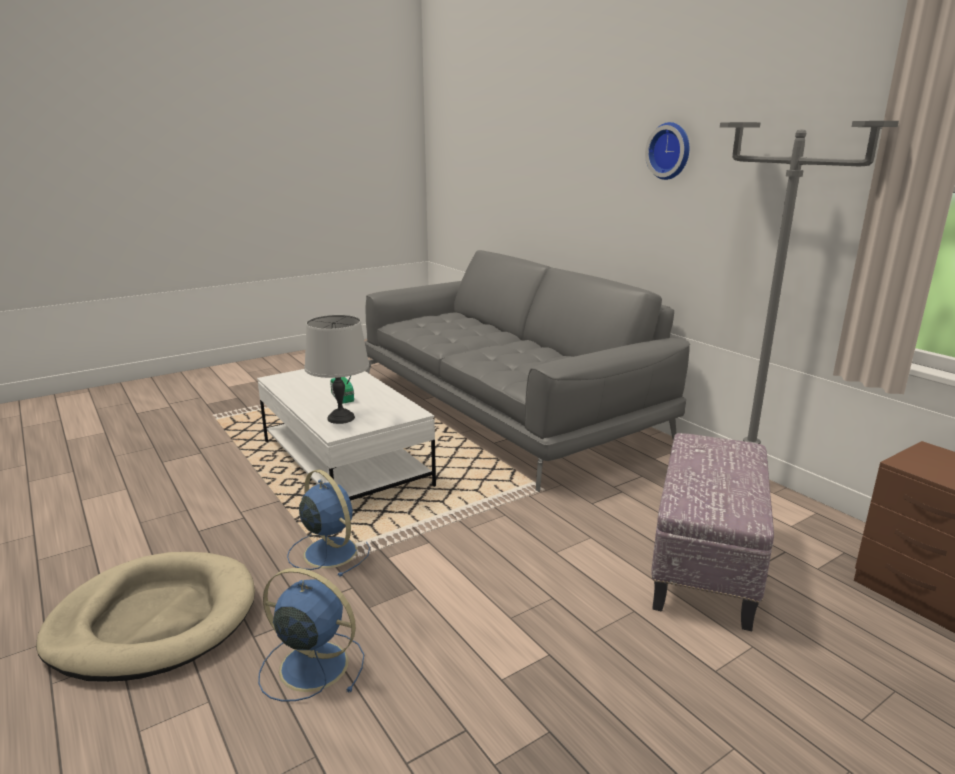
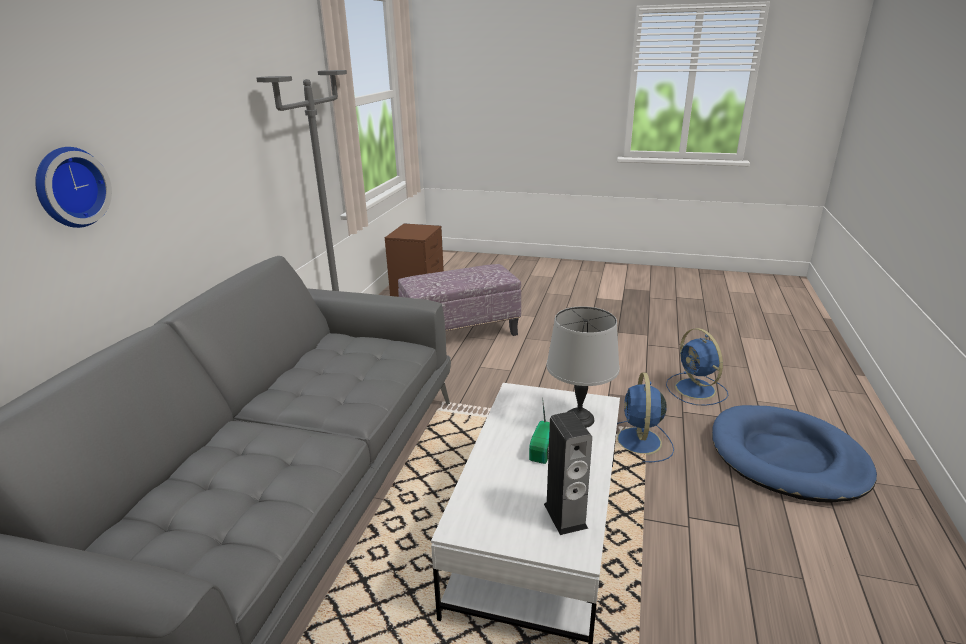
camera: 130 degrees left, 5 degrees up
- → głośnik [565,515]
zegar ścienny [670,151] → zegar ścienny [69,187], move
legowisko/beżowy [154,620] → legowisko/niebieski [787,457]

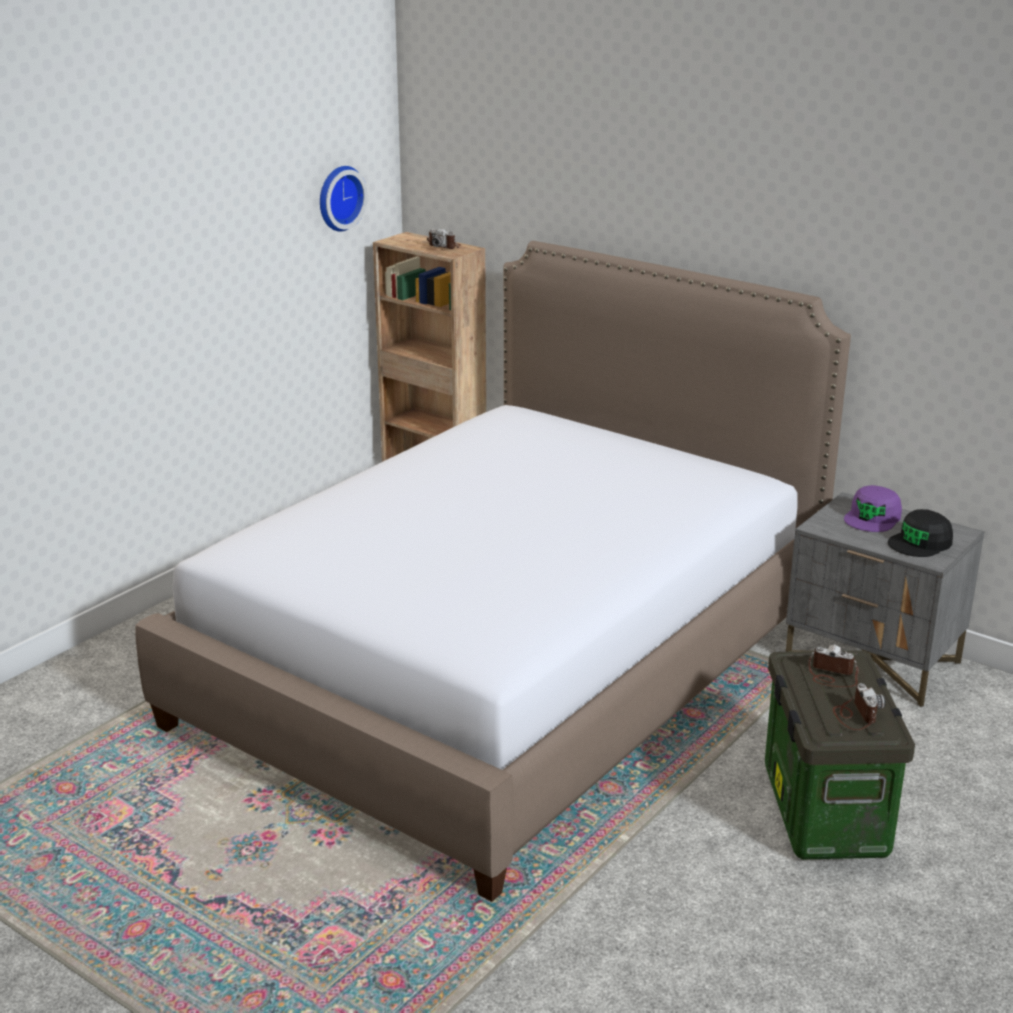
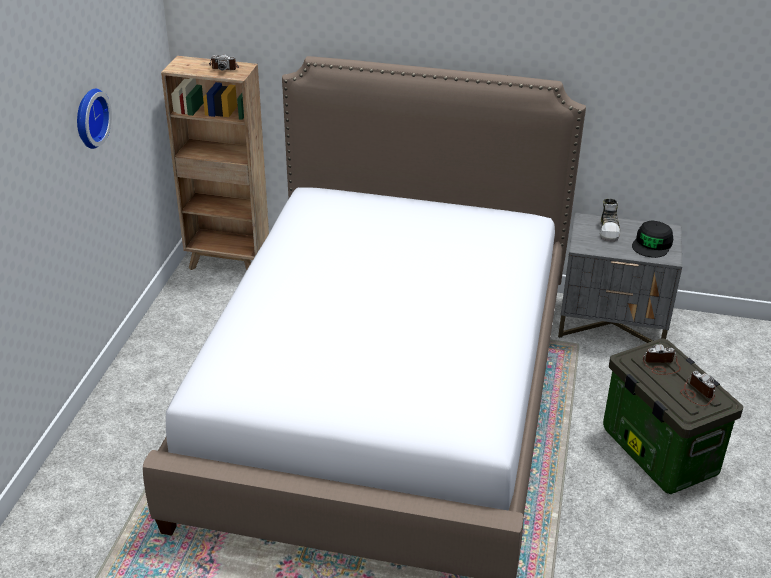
camera: 25 degrees left, 10 degrees up
zegar ścienny [338,197] → zegar ścienny [89,118], move
czapka z daszkiem/fioletowy [873,518] → but [609,230]

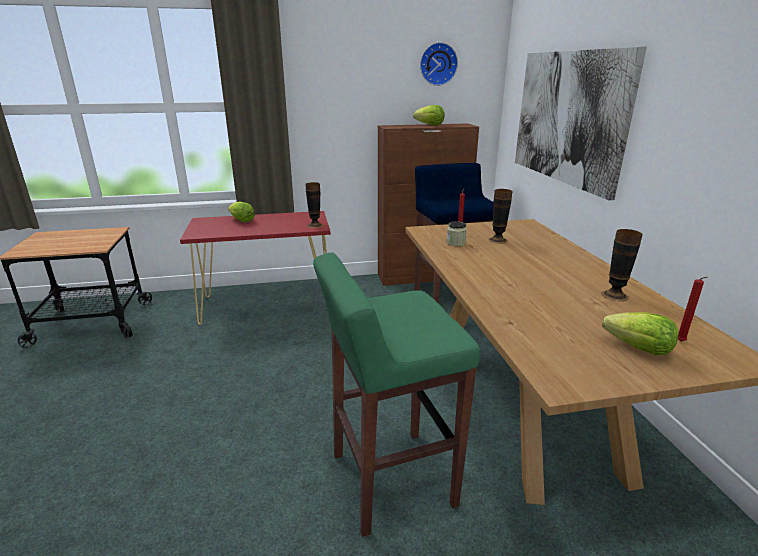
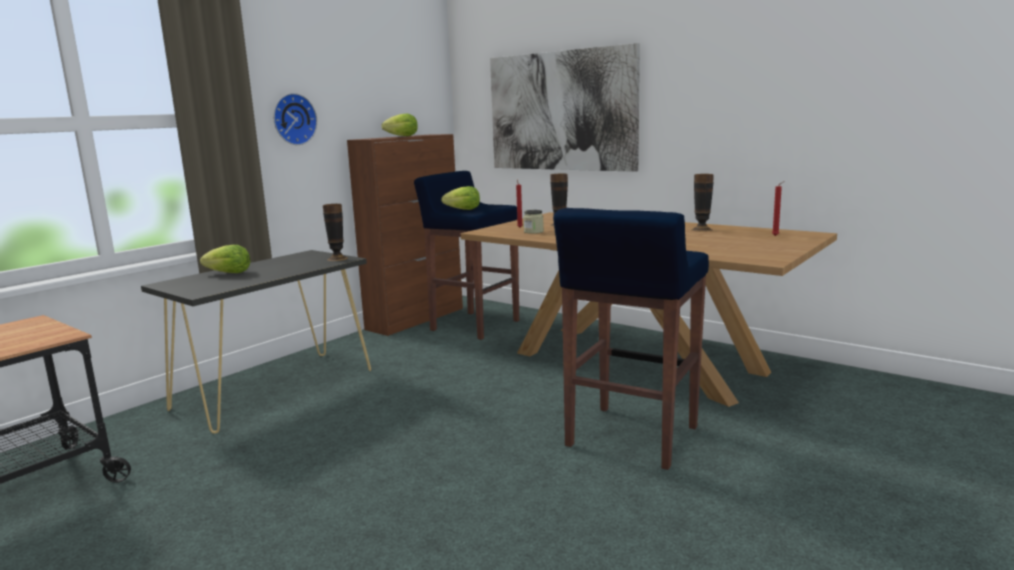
camera: 40 degrees left, 10 degrees down
zegar ścienny [438,64] → zegar ścienny [293,119], move
sałata [638,349] → sałata [463,210], move
stolik konsolowy/czerwony [268,304] → stolik konsolowy/czarny [276,389]
stołek/zielony [390,479] → stołek/niebieski [631,437]

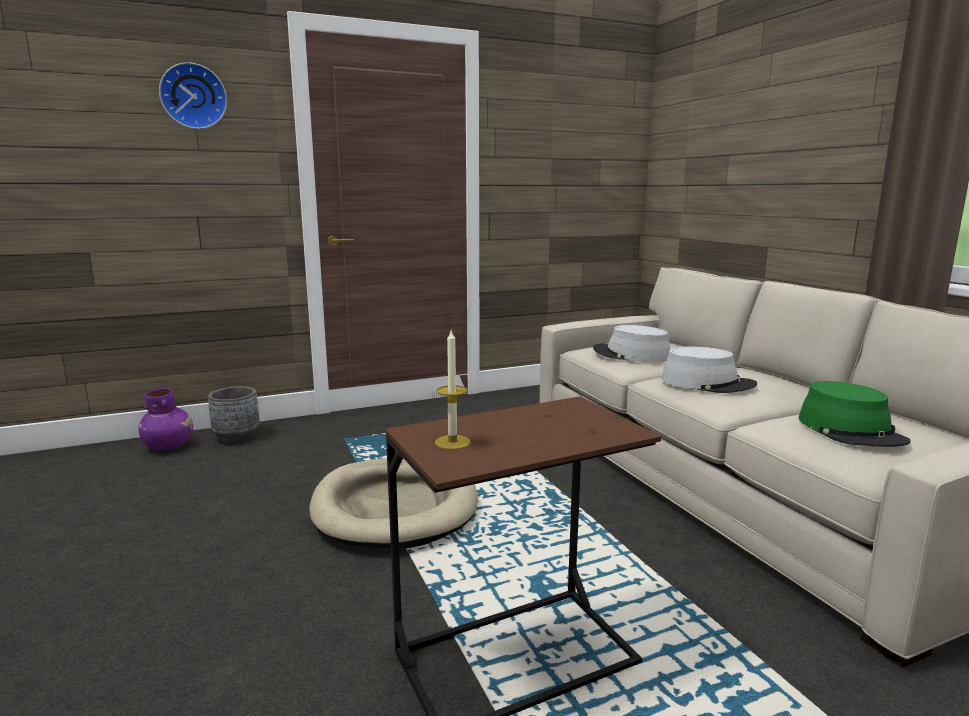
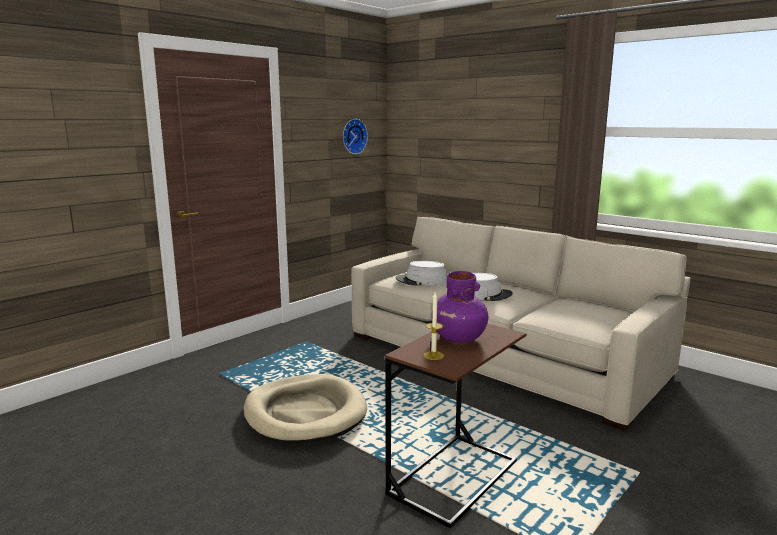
camera: 25 degrees left, 0 degrees up
donica/szary [237,437] → -
kapelusz/zielony [851,430] → -
wazon/fioletowy [169,446] → wazon/fioletowy [458,338], move
zegar ścienny [193,96] → zegar ścienny [353,136], move

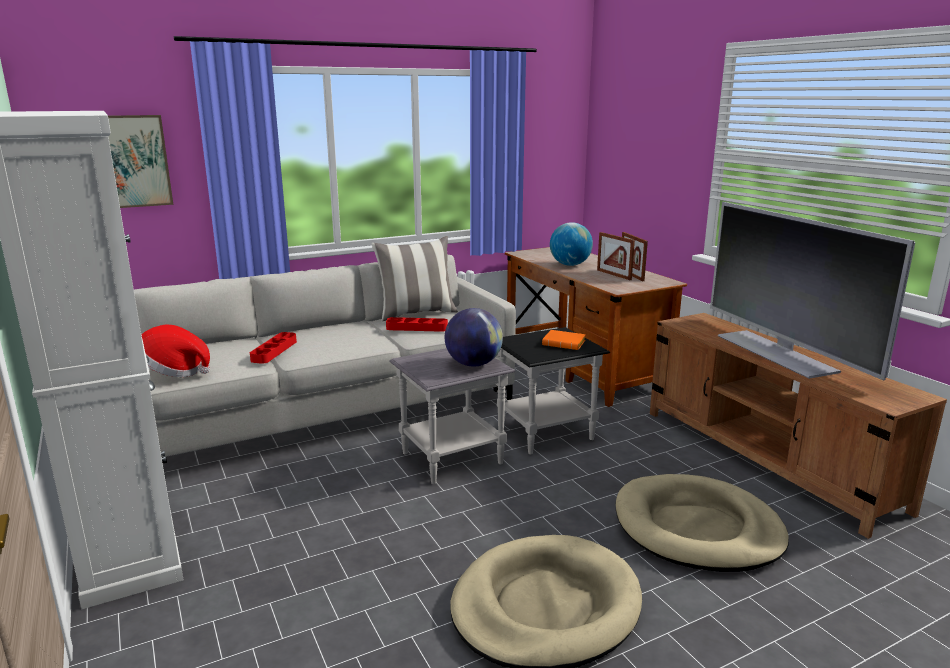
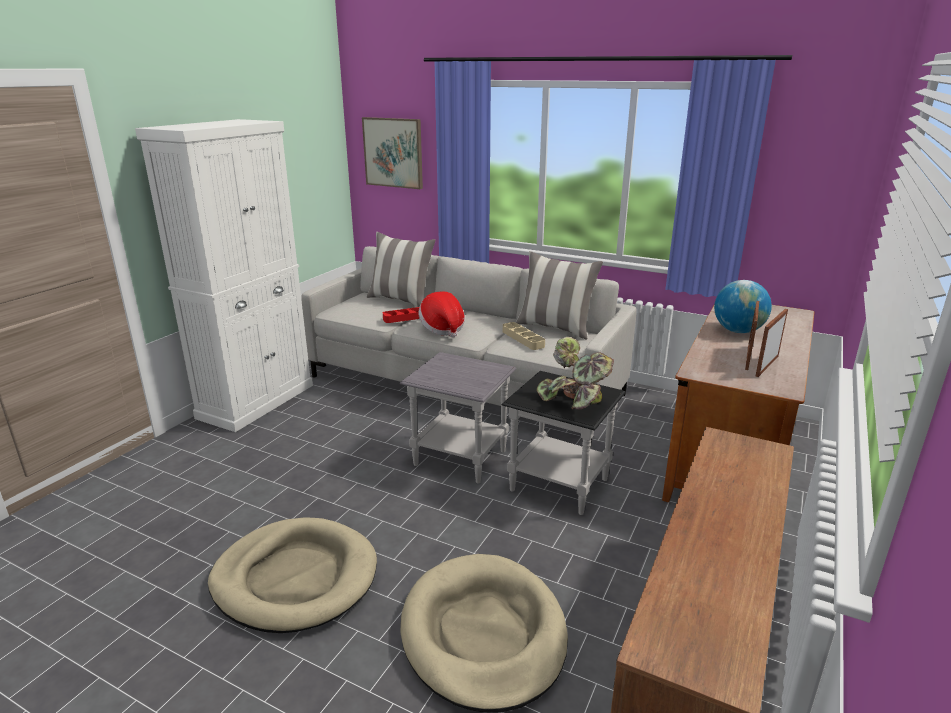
camera: 55 degrees right, 5 degrees up
globus [473,364] → -
telewizor [776,353] → -
- → poduszka [401,300]
kapelusz [173,372] → kapelusz [442,328], move
książka/pomarańczowy [565,344] → roślina doniczkowa [575,402]
taca/czerwony [417,328] → taca/beżowy [523,339]

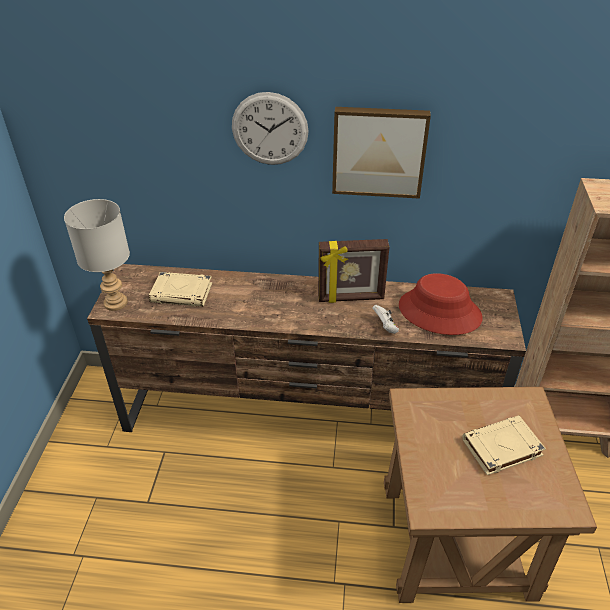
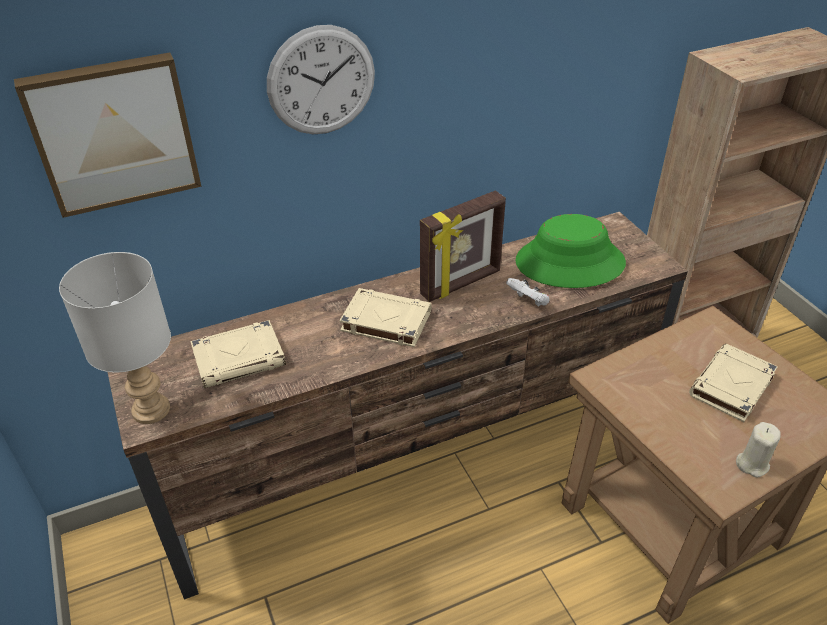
camera: 30 degrees left, 0 degrees up
- → książka/beżowy [385,321]
- → świeca/beżowy [752,464]
obraz [379,151] → obraz [113,133], move
kapelusz/czerwony [439,312] → kapelusz/zielony [569,263]

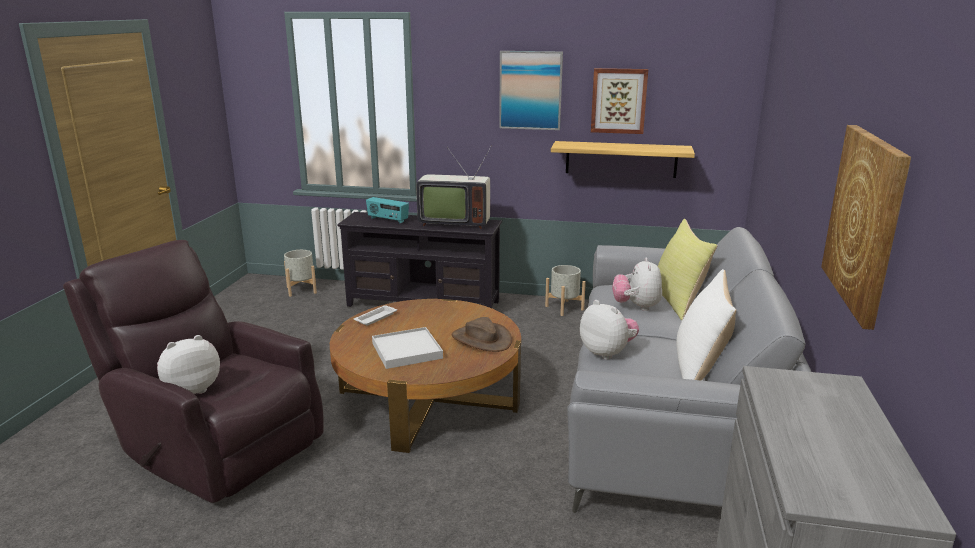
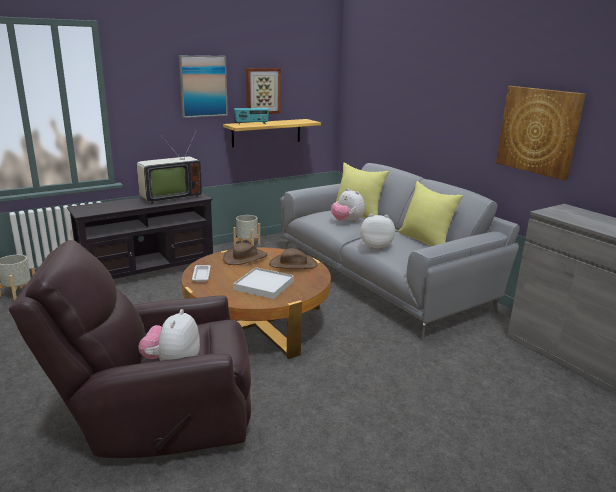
camera: 45 degrees left, 0 degrees up
- → kapelusz/brązowy [245,258]
radio [387,220] → radio [251,124], move
poduszka/biały [700,370] → poduszka/żółty [426,240]

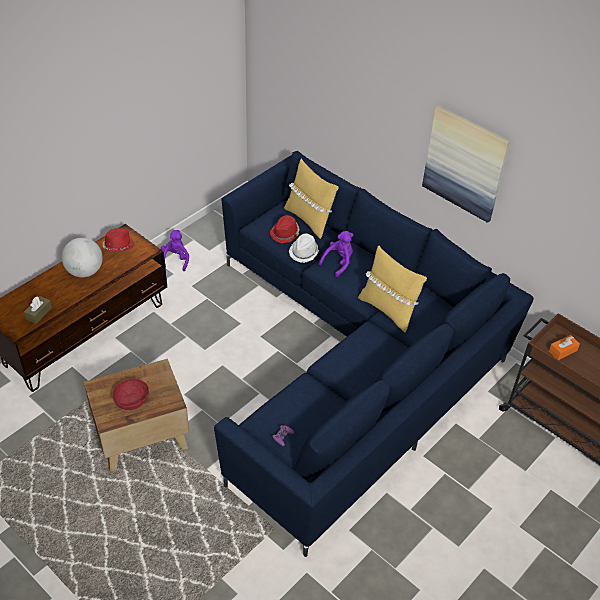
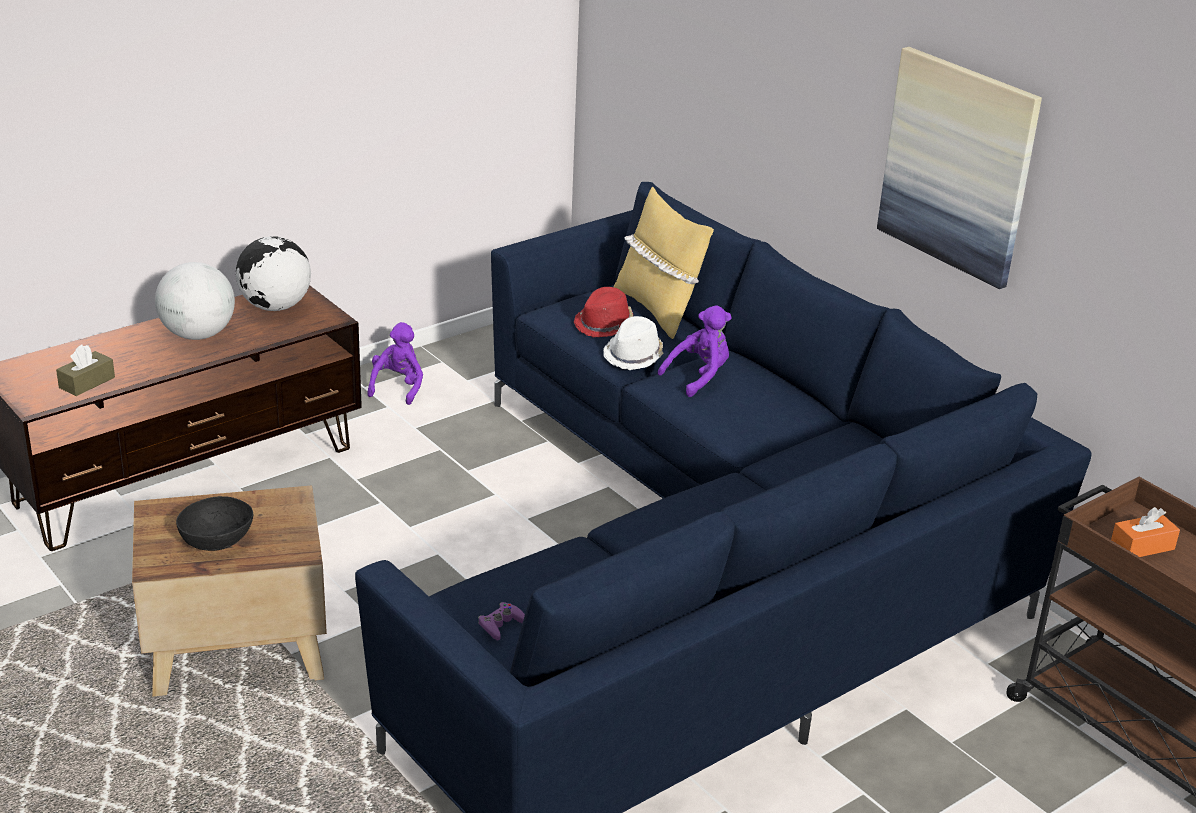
camera: 10 degrees right, 15 degrees down
poduszka/żółty [388,310] → -
kapelusz/czerwony [118,246] → globus [275,307]
miska/czerwony [132,400] → miska/czarny [217,540]

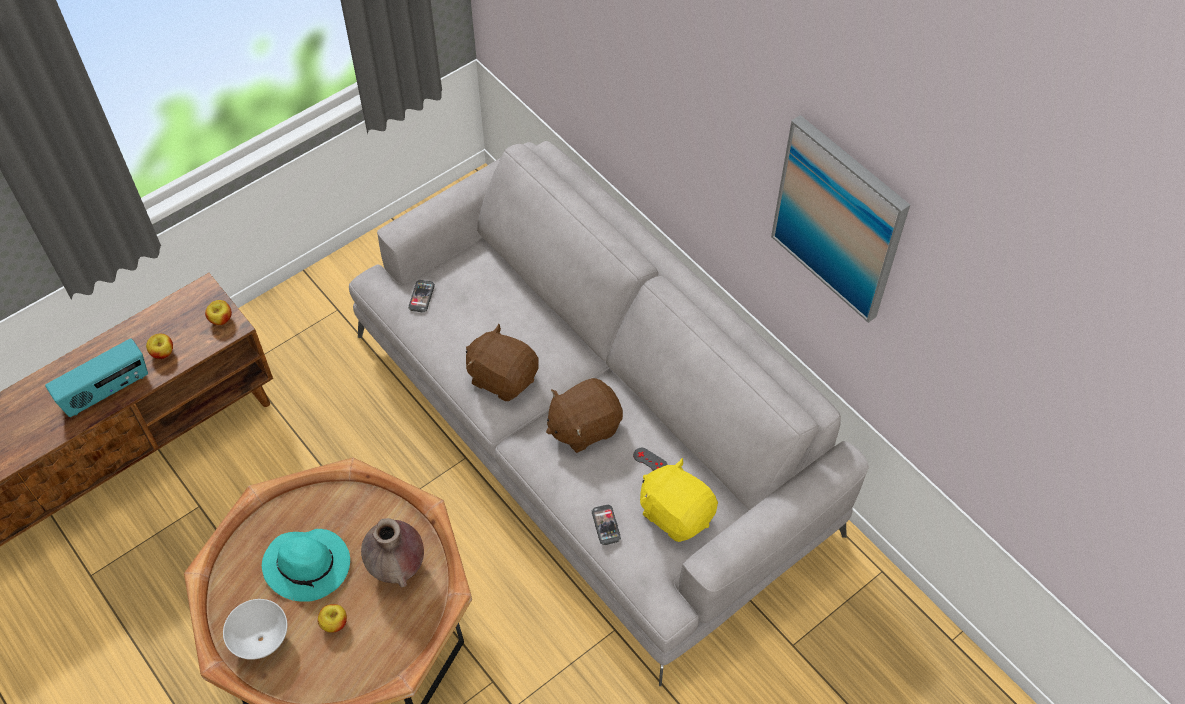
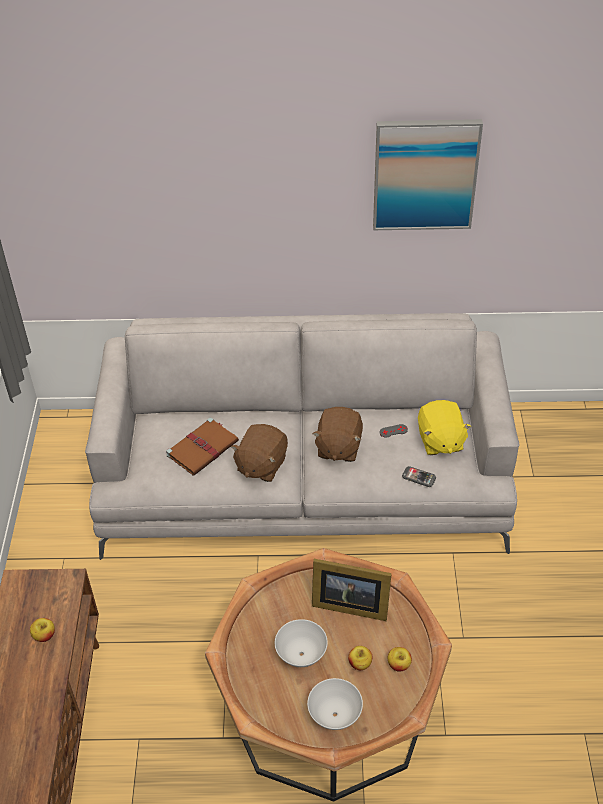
camera: 50 degrees left, 10 degrees down
radio [106,392] → -
telefon [421,297] → -
- → książka/brązowy [203,448]
jabłko [221,319] → jabłko [399,665], move
kapelusz/turkusowy [309,566] → miska/biały [301,654]
wazon/brązowy [397,567] → ramka na zdjęcie [348,604]
pluszak/brązowy [503,377] → pluszak/brązowy [261,465], 45 degrees counterclockwise
pluszak/żółty [676,513] → pluszak/żółty [440,441], 90 degrees counterclockwise

